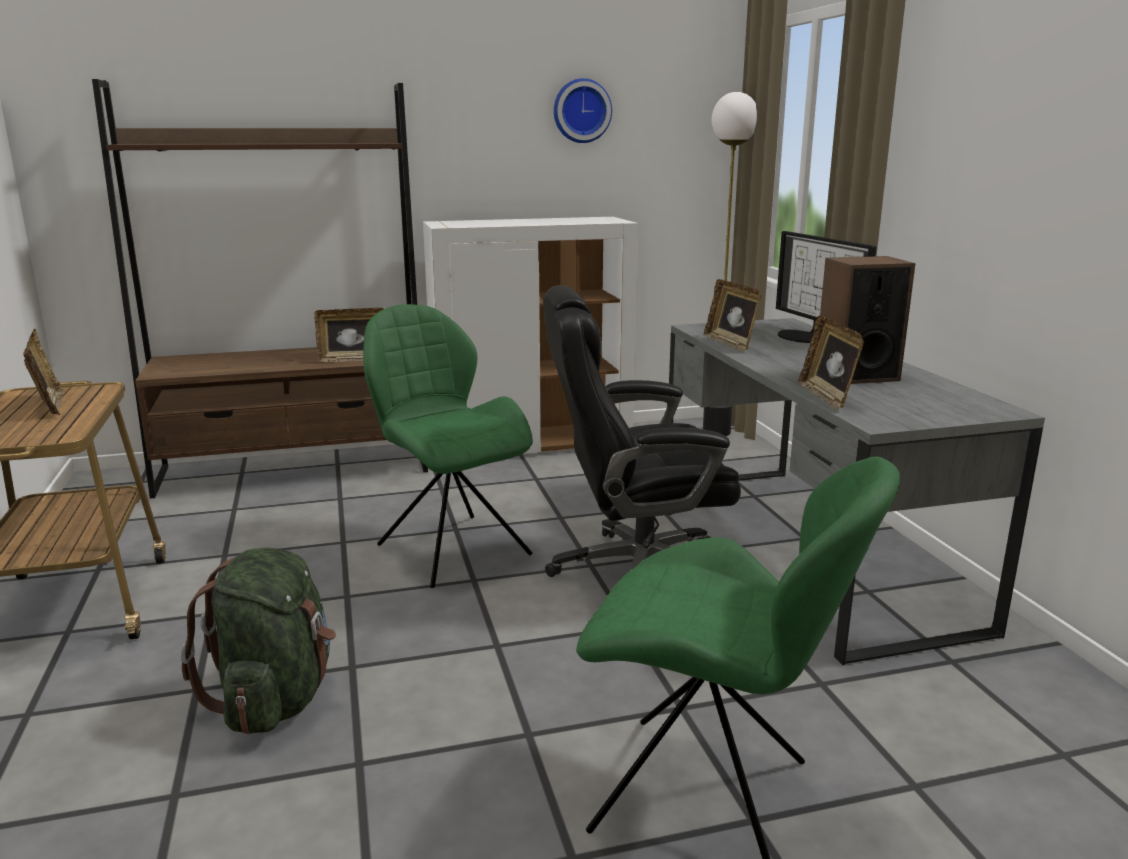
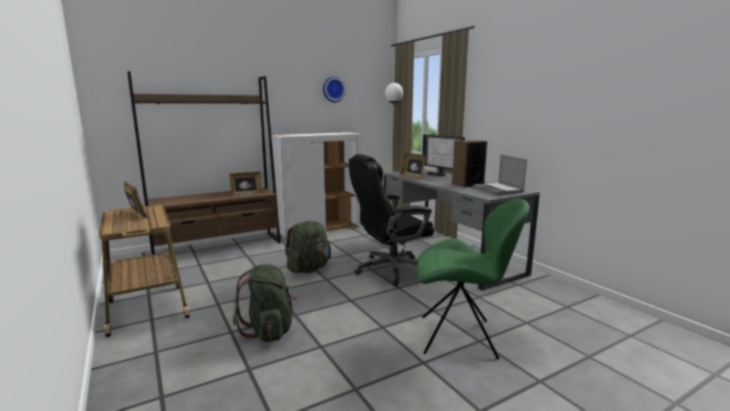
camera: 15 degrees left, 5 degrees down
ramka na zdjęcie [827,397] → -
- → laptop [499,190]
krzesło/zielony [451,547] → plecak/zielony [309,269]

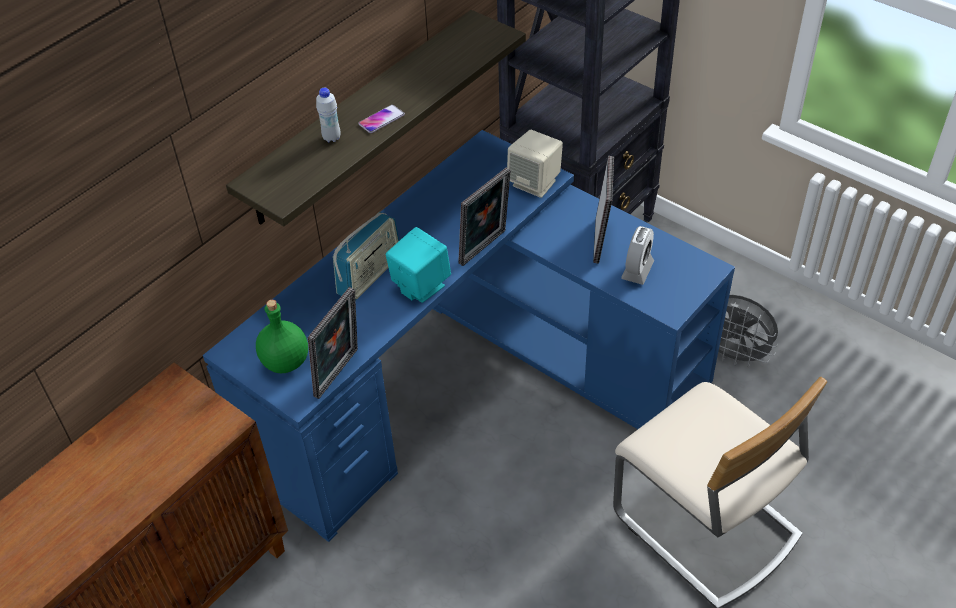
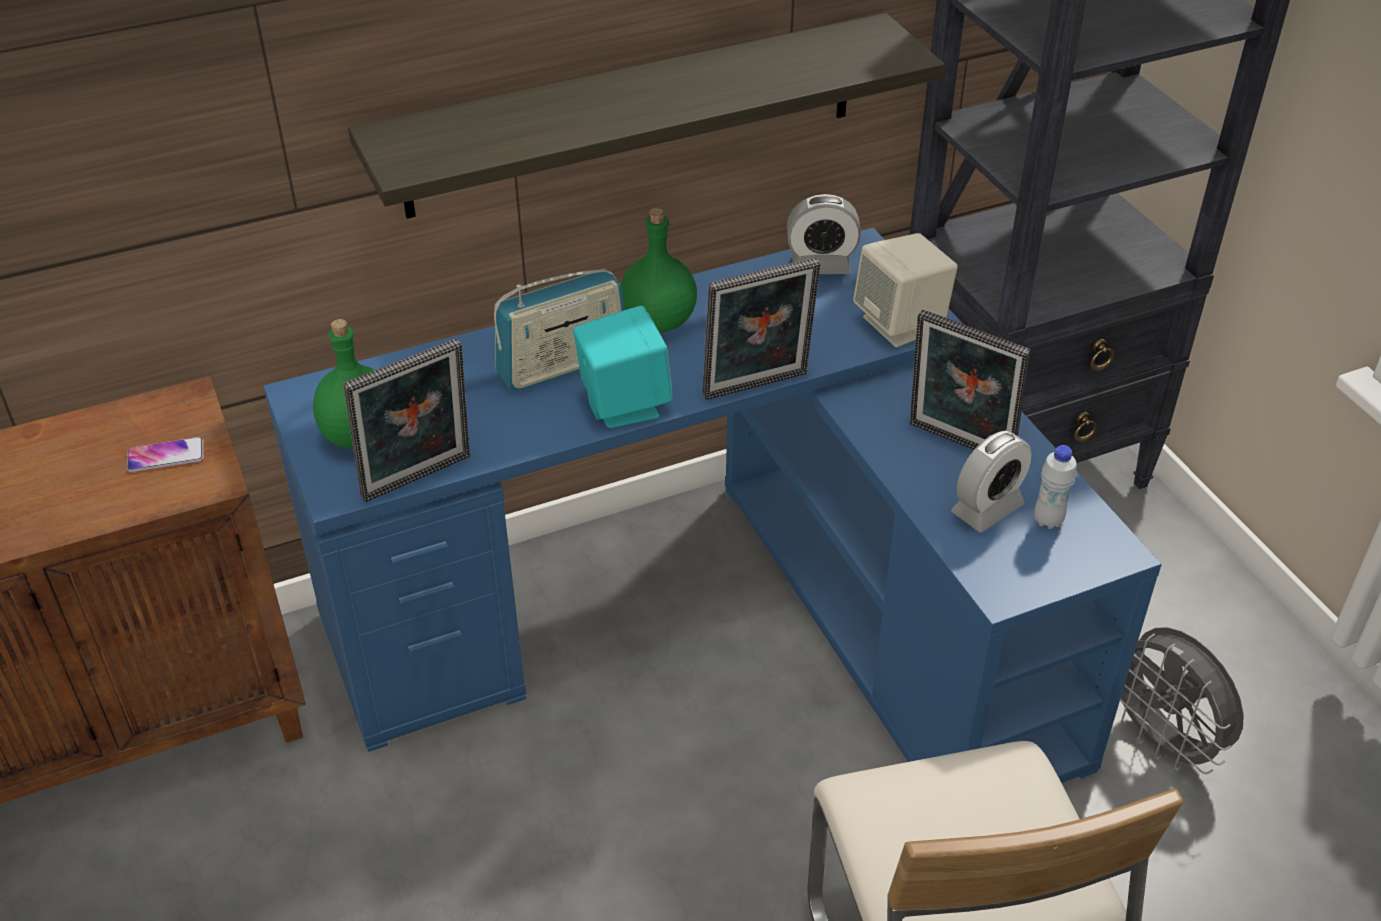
camera: 25 degrees right, 5 degrees down
- → butelka/zielony [658,320]
- → budzik [821,266]
butelka/biały [331,138] → butelka/biały [1048,521], move
telefon [381,119] → telefon [166,456], move
ramka na zdjęcie [601,241] → ramka na zdjęcie [957,445], 90 degrees clockwise

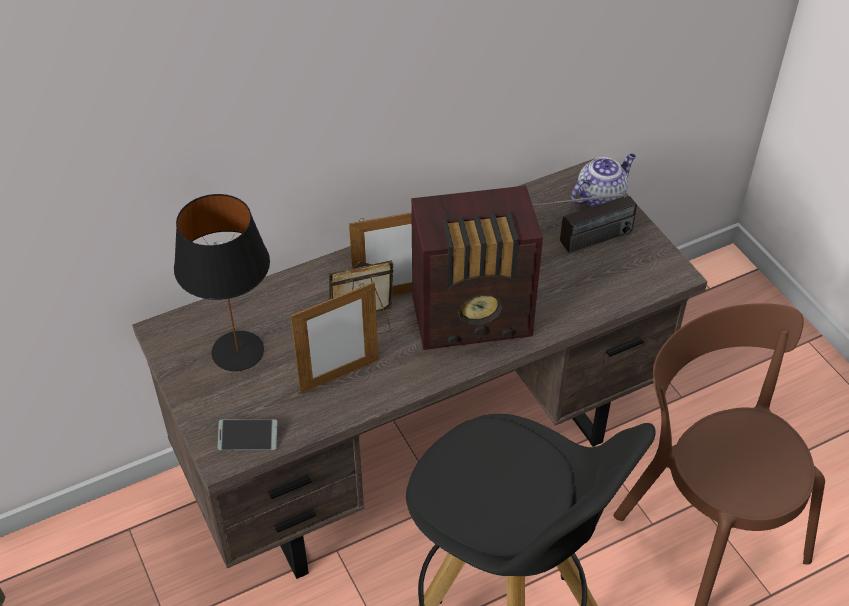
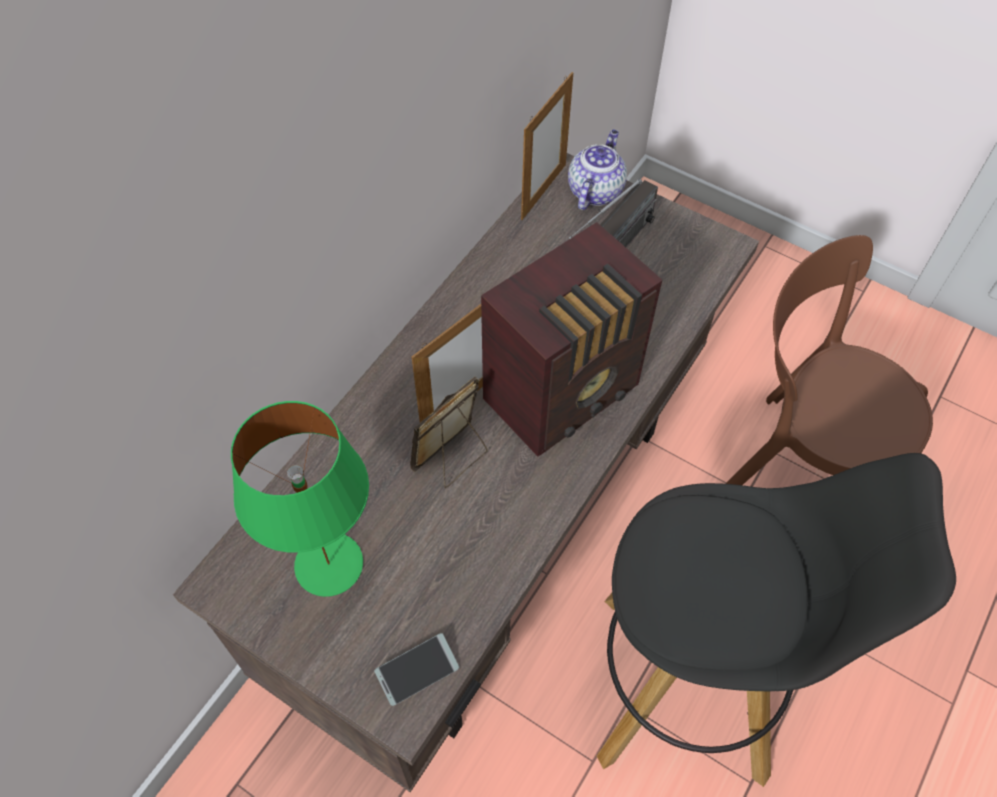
camera: 30 degrees left, 10 degrees up
ramka na zdjęcie [339,376] → ramka na zdjęcie [543,191], move
lampa stołowa/czarny [237,350] → lampa stołowa/zielony [328,563]

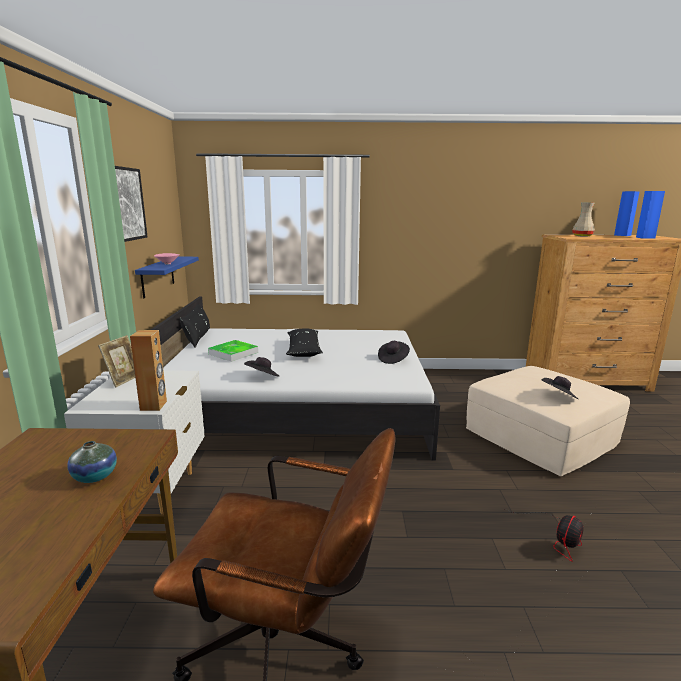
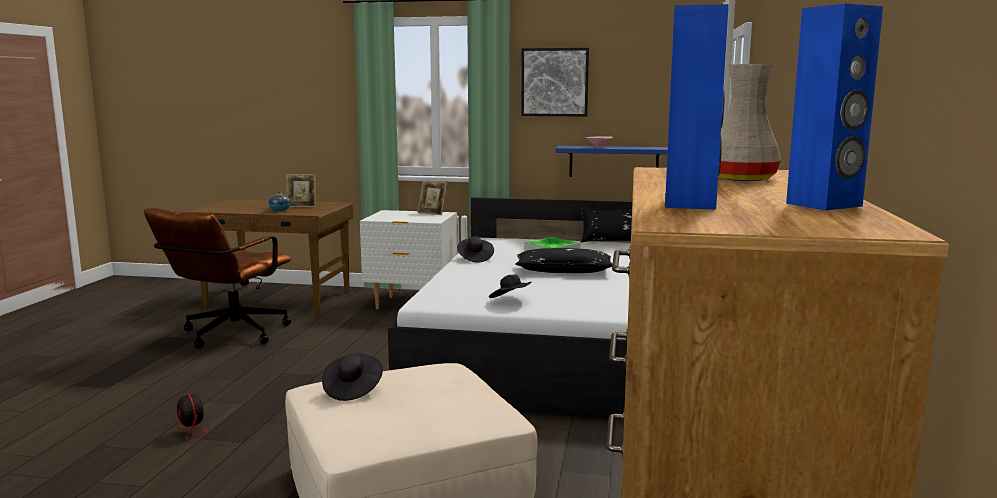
camera: 100 degrees right, 5 degrees down
głośnik/brązowy [154,406] → -
- → ramka na zdjęcie [302,206]

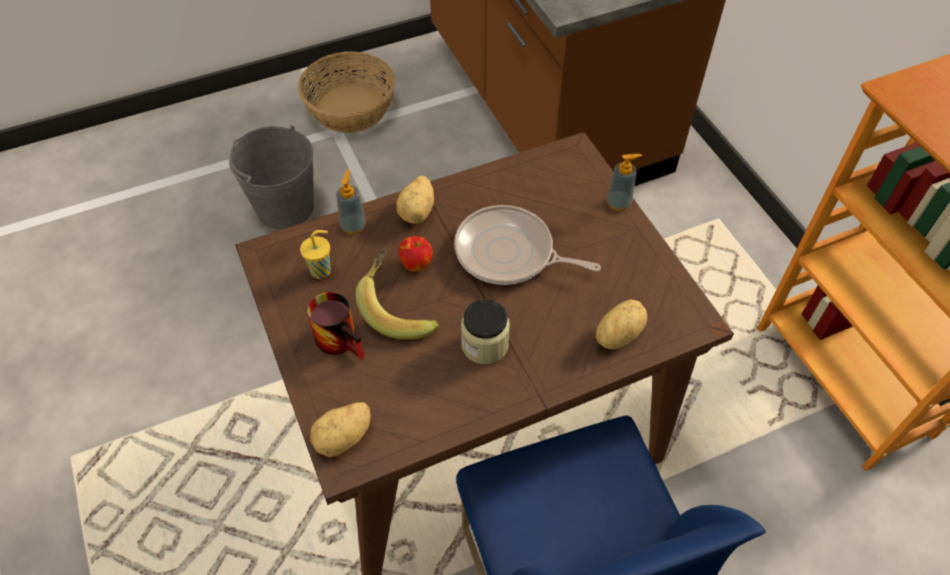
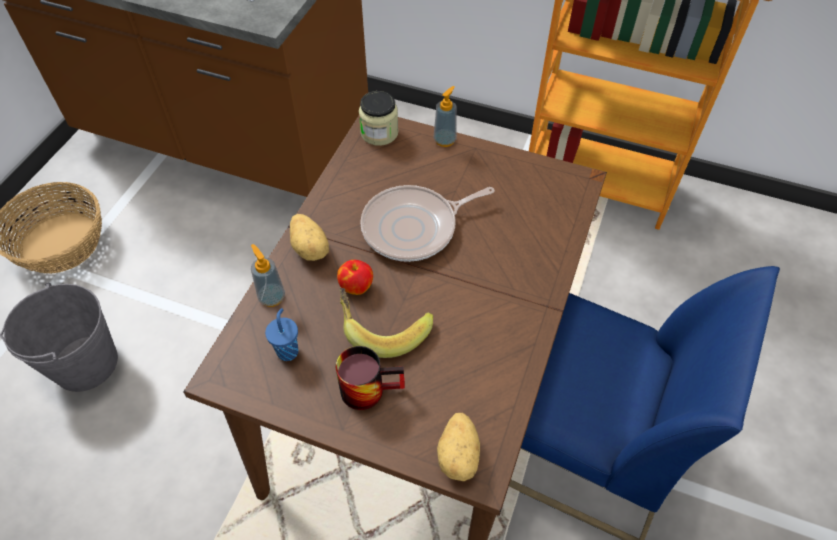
camera: 45 degrees left, 0 degrees up
ziemniak [617,334] → -
słoik [484,345] → słoik [379,133], move
filiżanka/żółty [322,270] → filiżanka/niebieski [288,350]

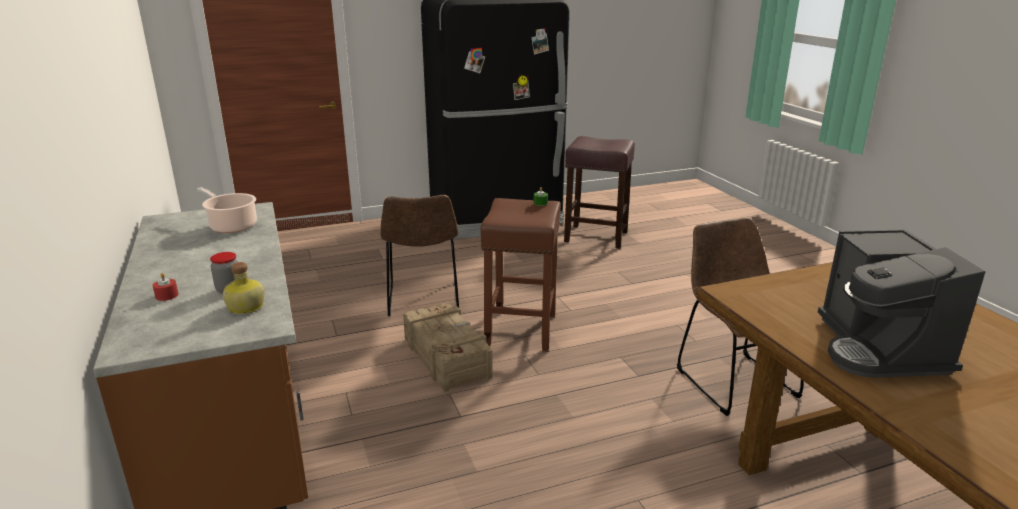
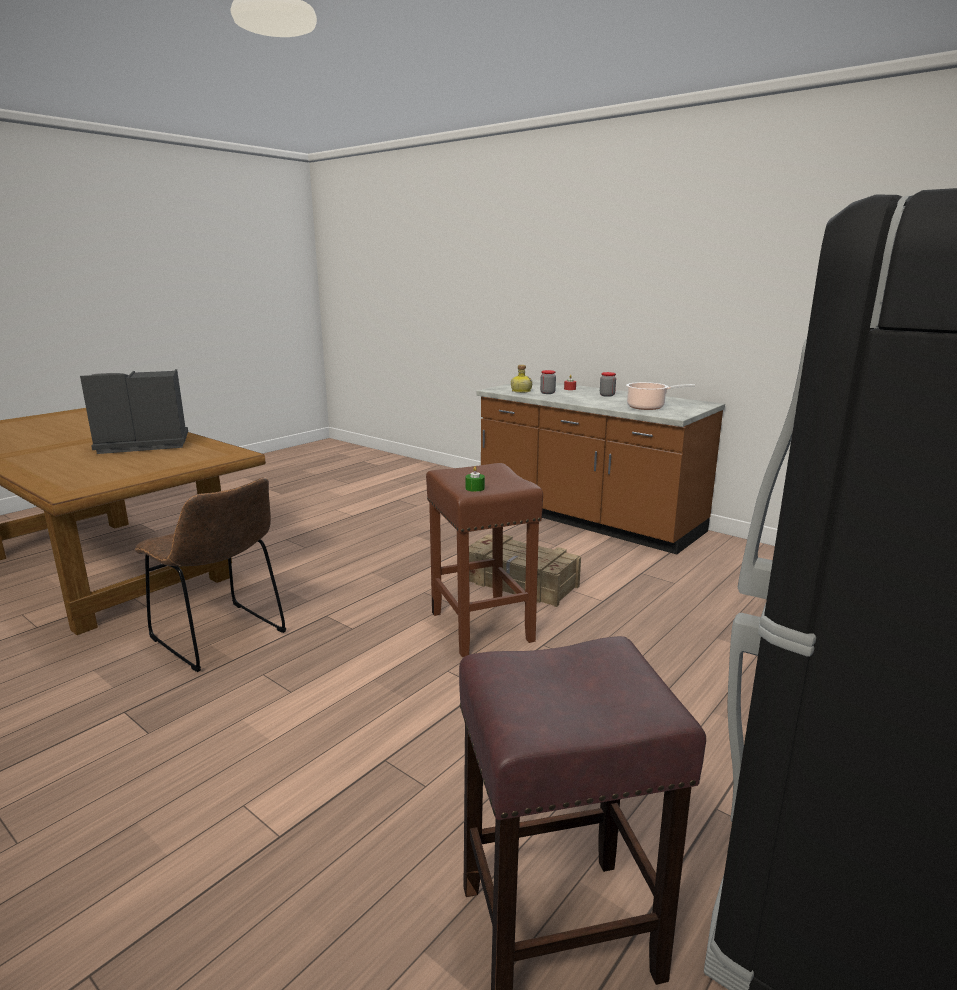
camera: 150 degrees right, 5 degrees down
krzesło/brązowy [423,301] → -
- → słoik [607,395]
ekspres do kawy [879,348] → ekspres do kawy [141,444], 75 degrees counterclockwise

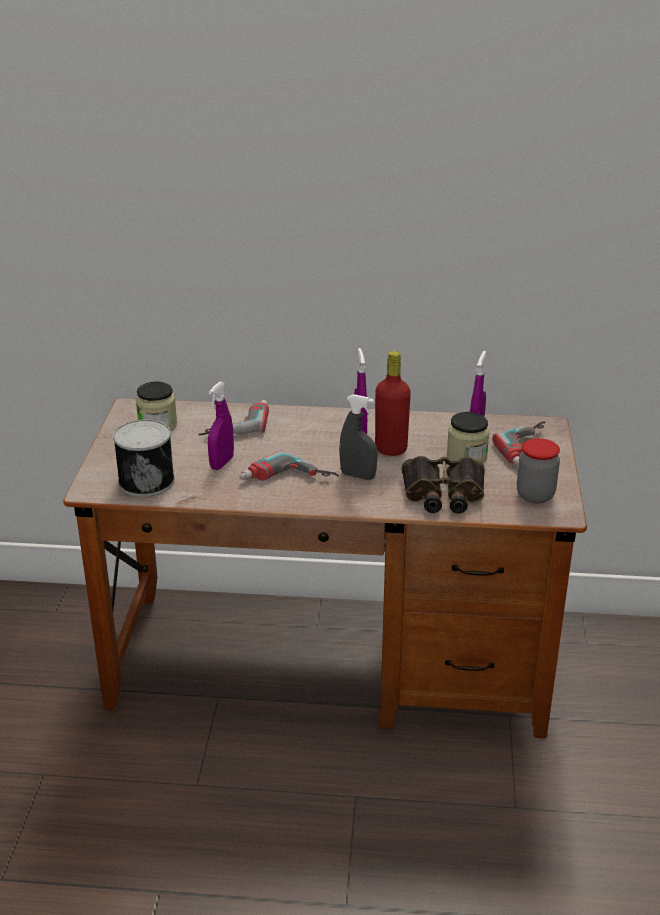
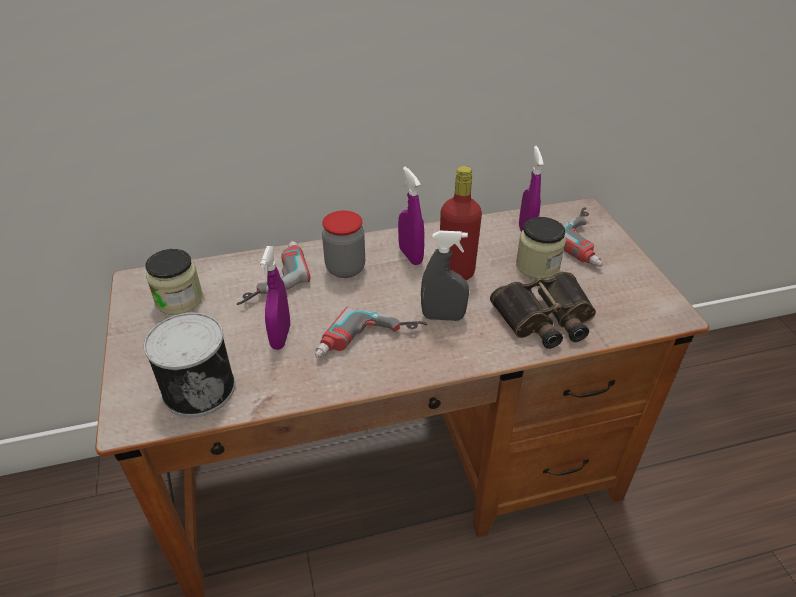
camera: 20 degrees left, 10 degrees up
słoik [535,495] → słoik [345,268], move

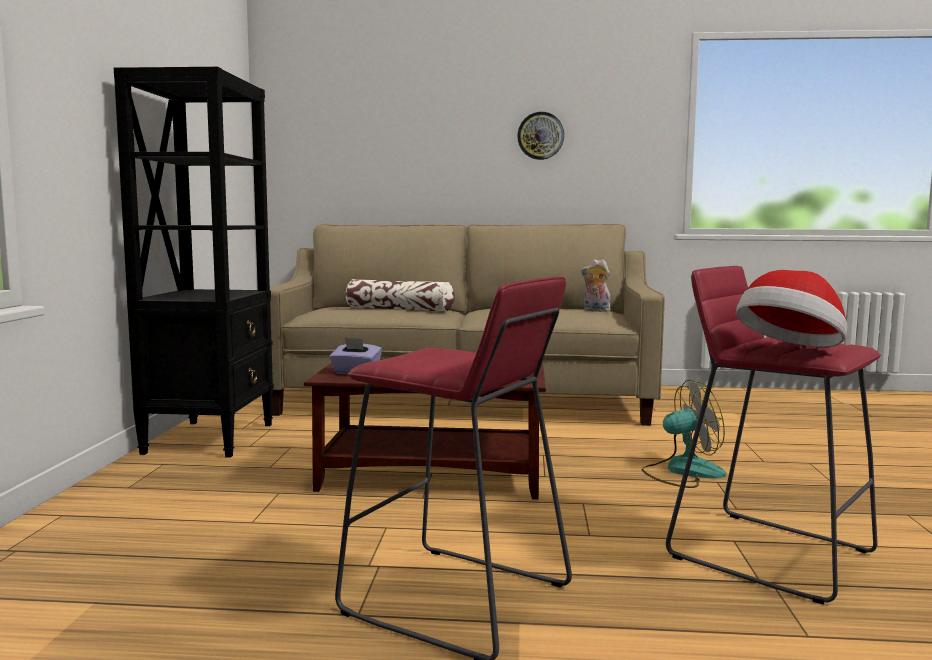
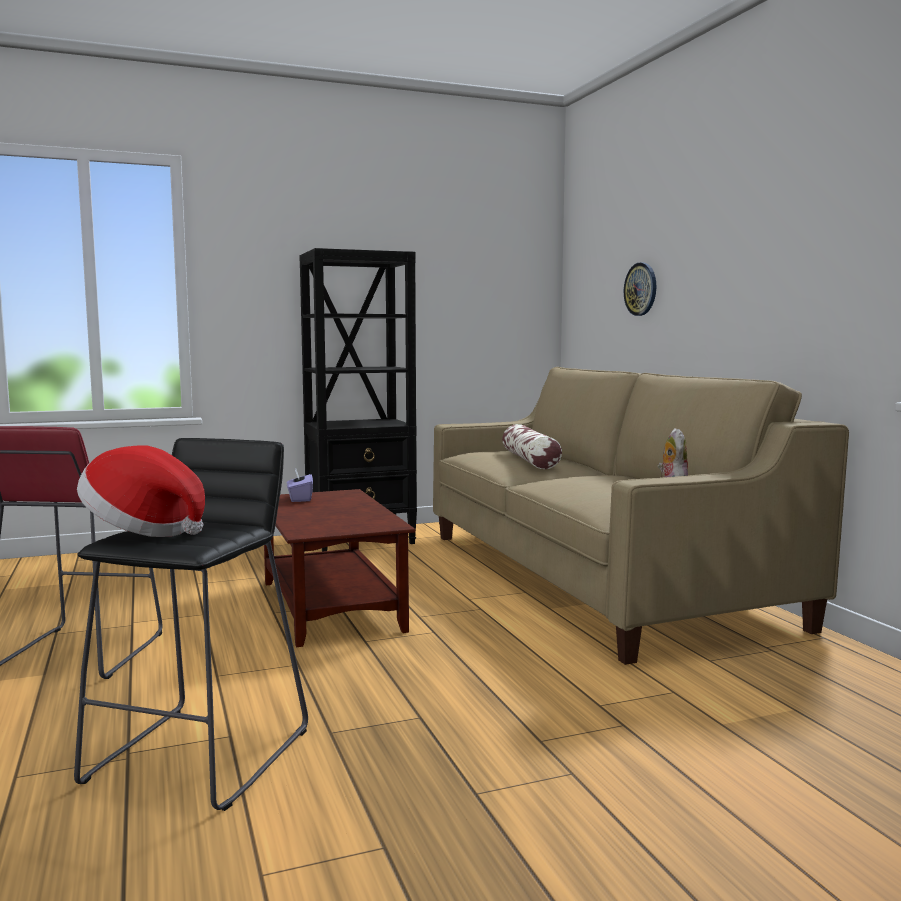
camera: 65 degrees right, 0 degrees up
wentylator [682,472] → -
zegar ścienny [540,136] → zegar ścienny [641,289], move
stołek/czerwony [769,553] → stołek/czarny [201,754]

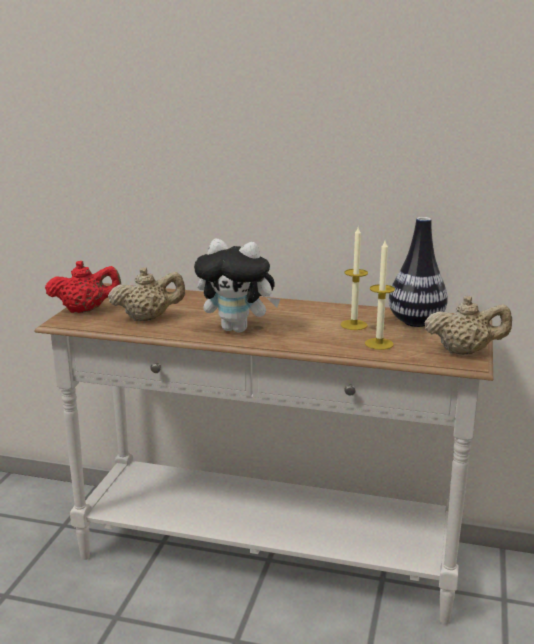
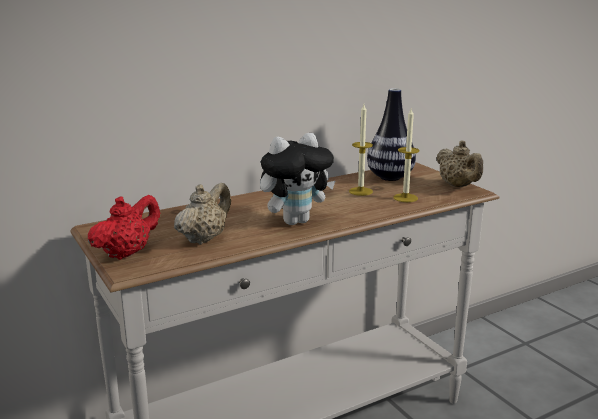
camera: 45 degrees left, 0 degrees up
imbryk/beżowy [465,352] → imbryk/beżowy [458,186], 105 degrees clockwise

